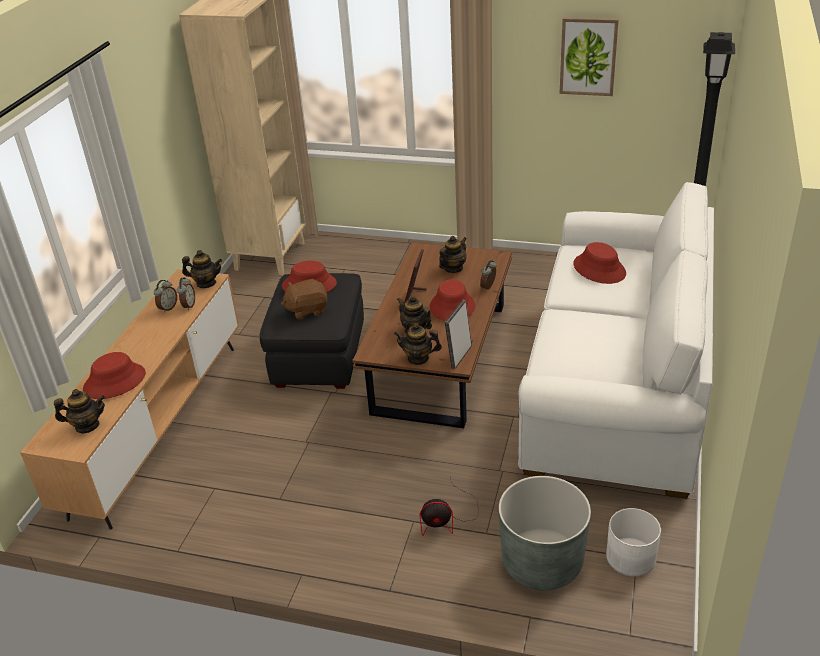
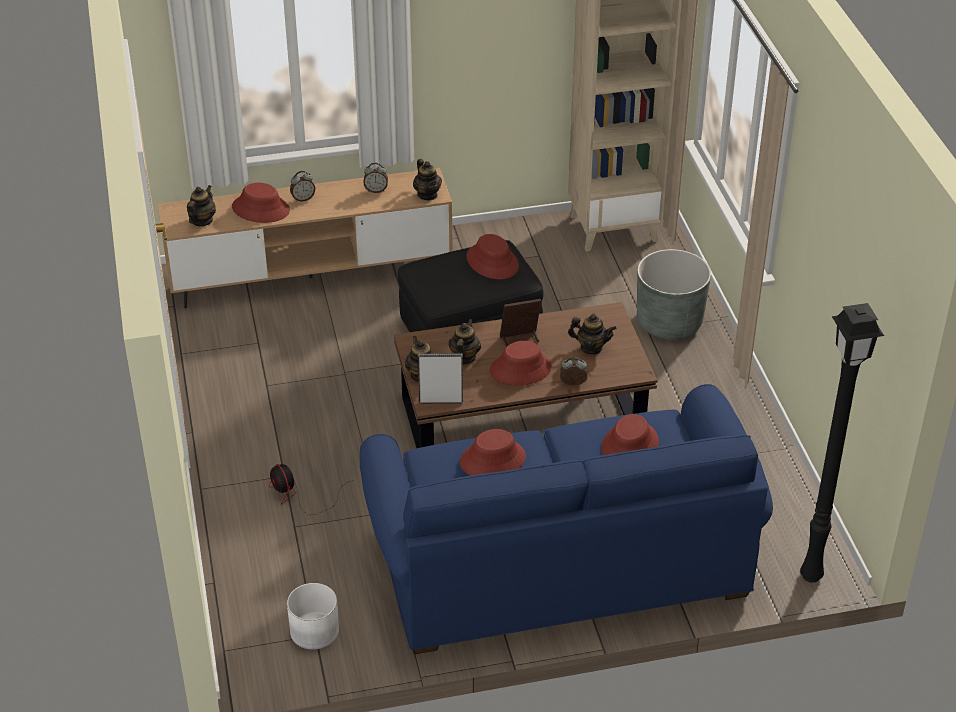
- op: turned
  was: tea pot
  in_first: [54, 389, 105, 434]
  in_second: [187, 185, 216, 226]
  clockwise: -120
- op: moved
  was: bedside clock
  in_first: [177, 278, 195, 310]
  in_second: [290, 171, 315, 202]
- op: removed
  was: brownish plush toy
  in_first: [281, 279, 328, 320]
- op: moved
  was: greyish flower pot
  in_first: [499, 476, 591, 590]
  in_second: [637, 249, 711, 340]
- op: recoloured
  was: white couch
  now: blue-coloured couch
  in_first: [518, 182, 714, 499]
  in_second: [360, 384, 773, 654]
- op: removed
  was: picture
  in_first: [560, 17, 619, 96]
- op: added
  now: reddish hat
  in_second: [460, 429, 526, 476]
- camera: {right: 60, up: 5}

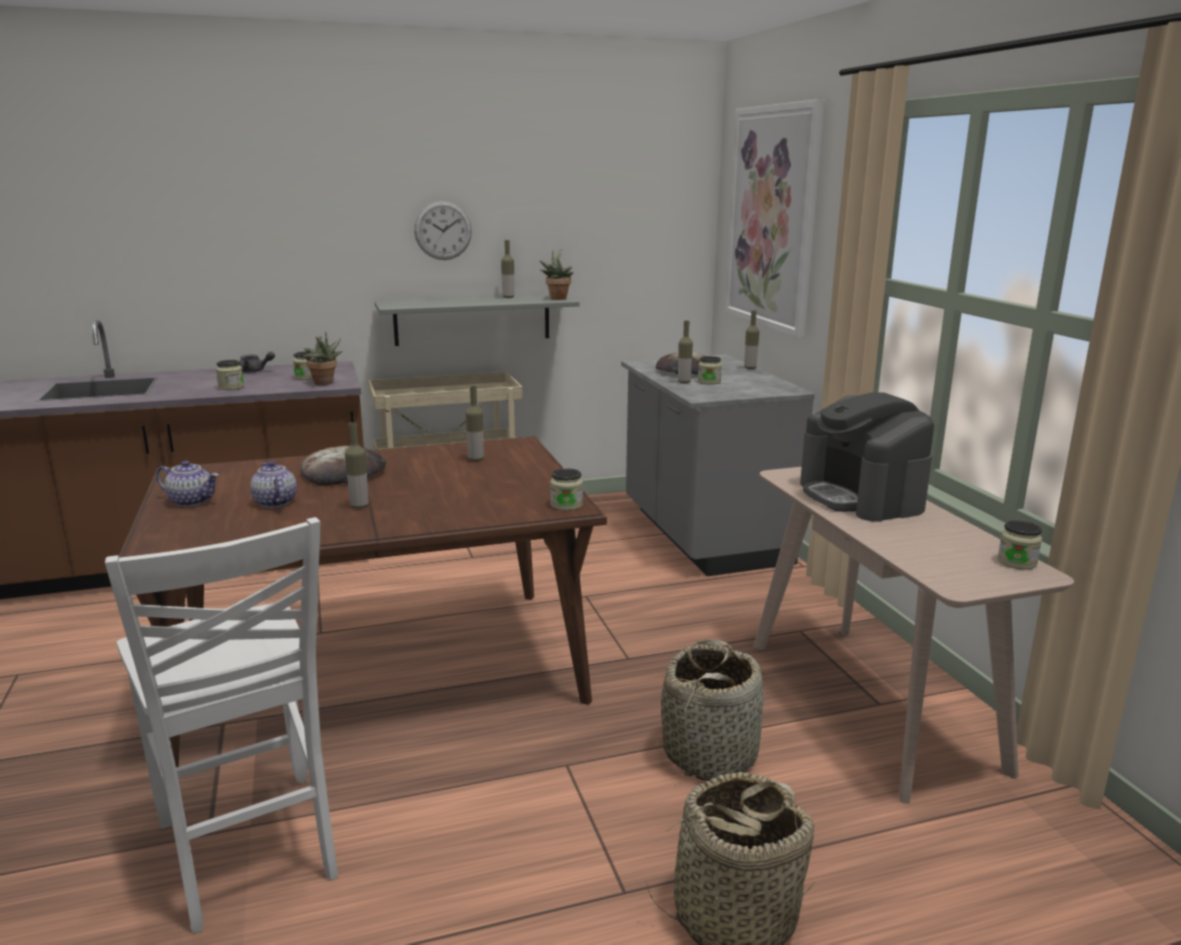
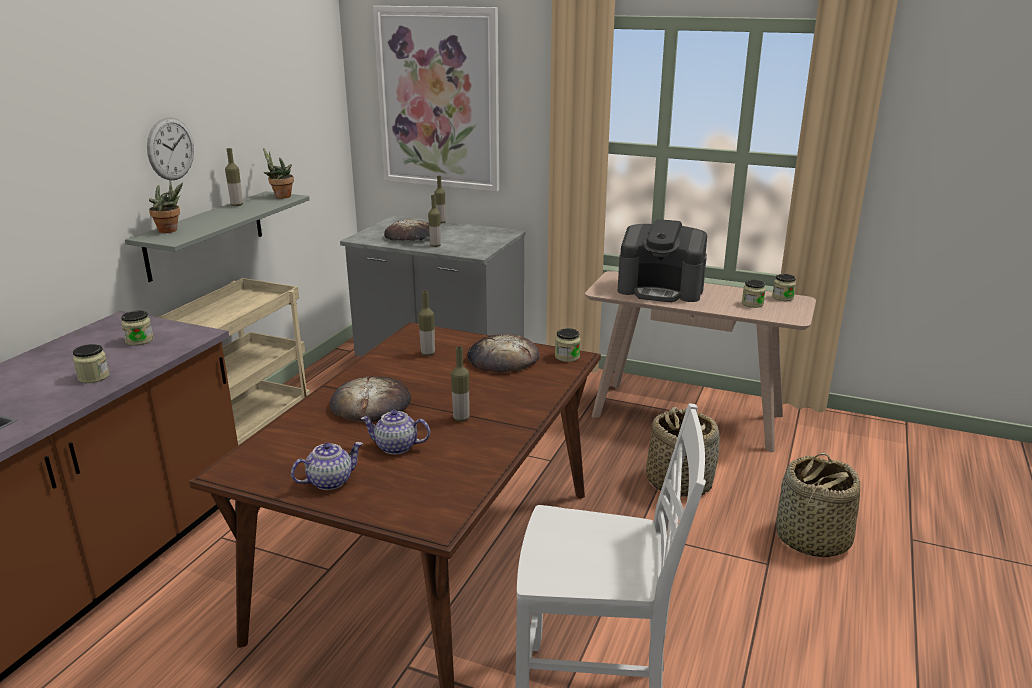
- op: removed
  was: greyish tea pot
  in_first: [239, 352, 275, 373]
- op: moved
  was: plant in a pot
  in_first: [303, 332, 342, 385]
  in_second: [149, 179, 183, 233]
- op: moved
  was: jar
  in_first: [698, 356, 722, 385]
  in_second: [742, 280, 766, 308]
- op: added
  now: baked bread
  in_second: [467, 334, 540, 373]
- camera: {right: -50, up: 5}

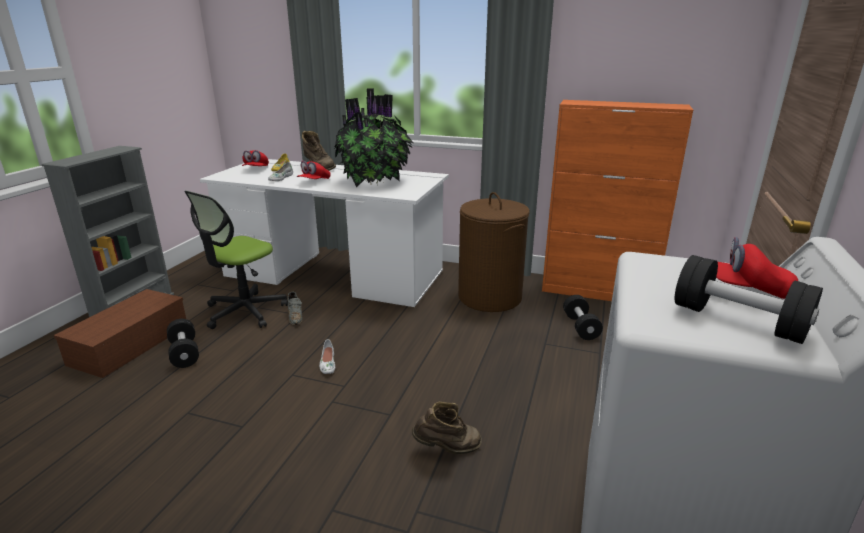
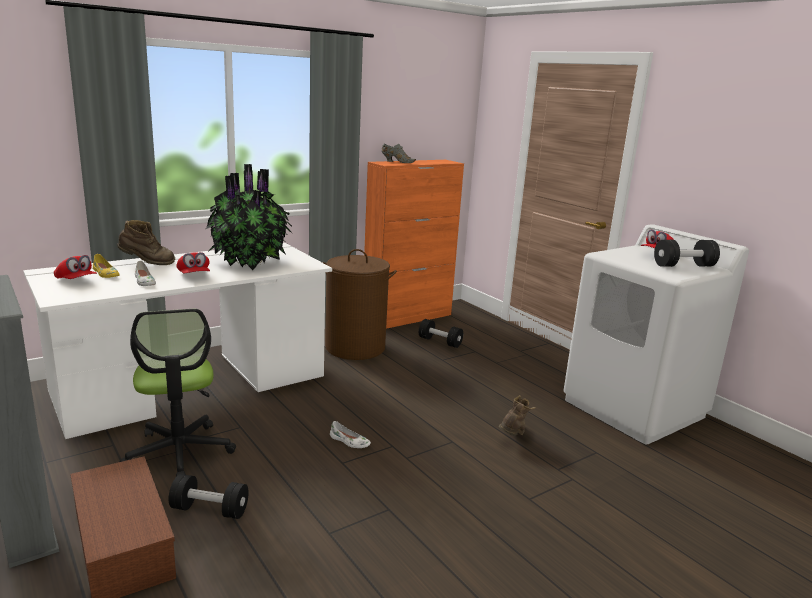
- op: moved
  was: greyish low shoe
  in_first: [288, 292, 303, 325]
  in_second: [382, 144, 416, 163]
- camera: {right: -55, up: -5}

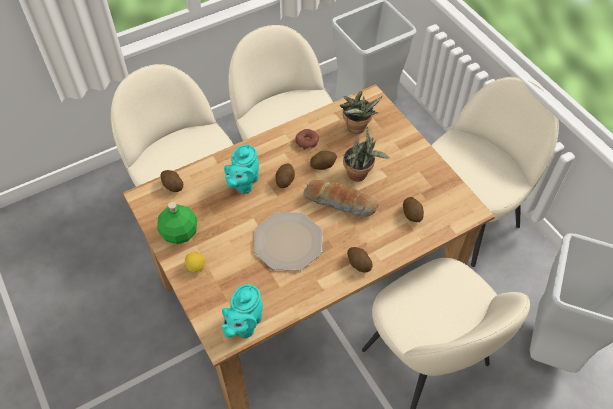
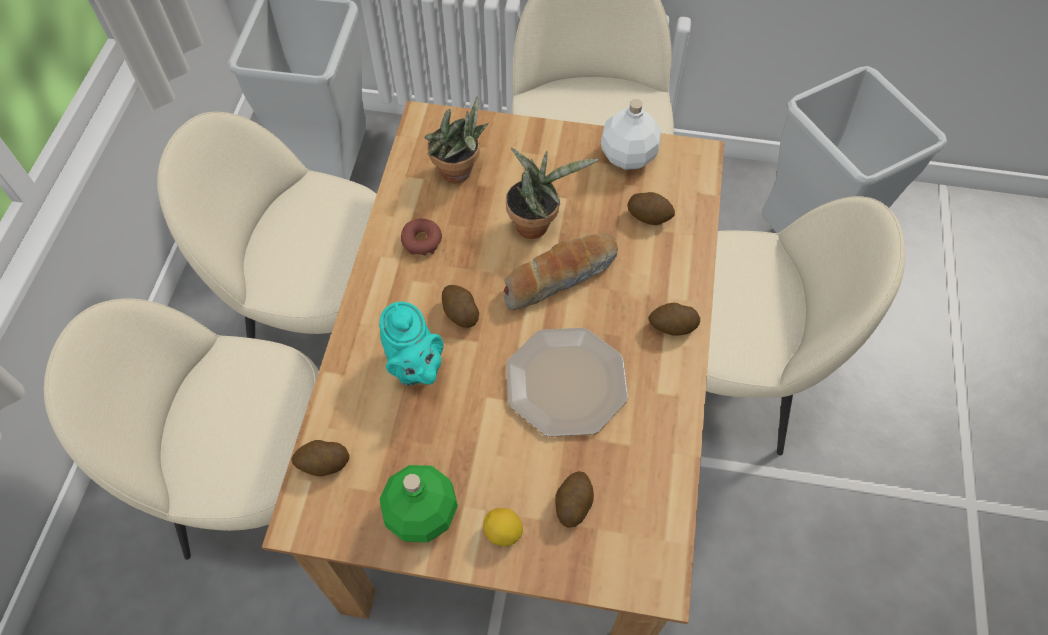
- op: removed
  was: turquoise tea pot
  in_first: [222, 284, 263, 338]
- op: moved
  was: spud
  in_first: [310, 151, 337, 170]
  in_second: [555, 471, 594, 528]
- op: added
  now: white bottle
  in_second: [600, 99, 661, 170]
- camera: {right: -50, up: 5}

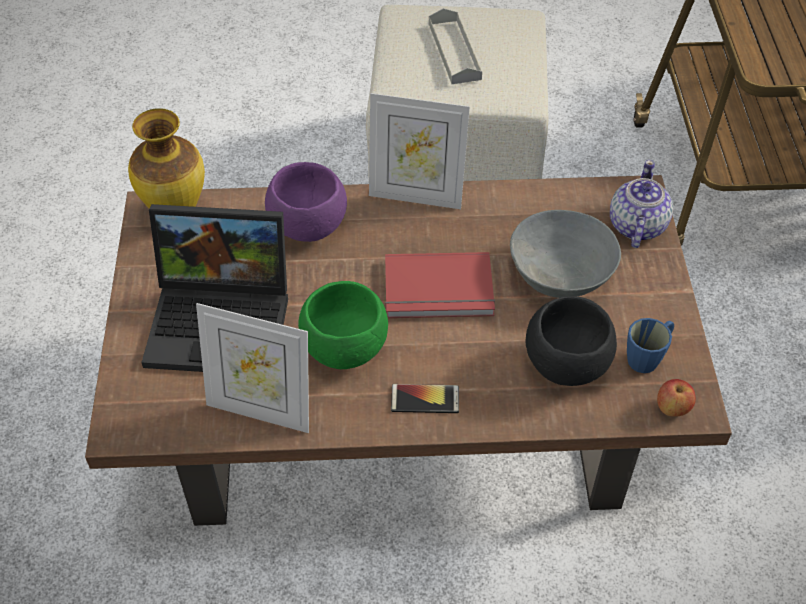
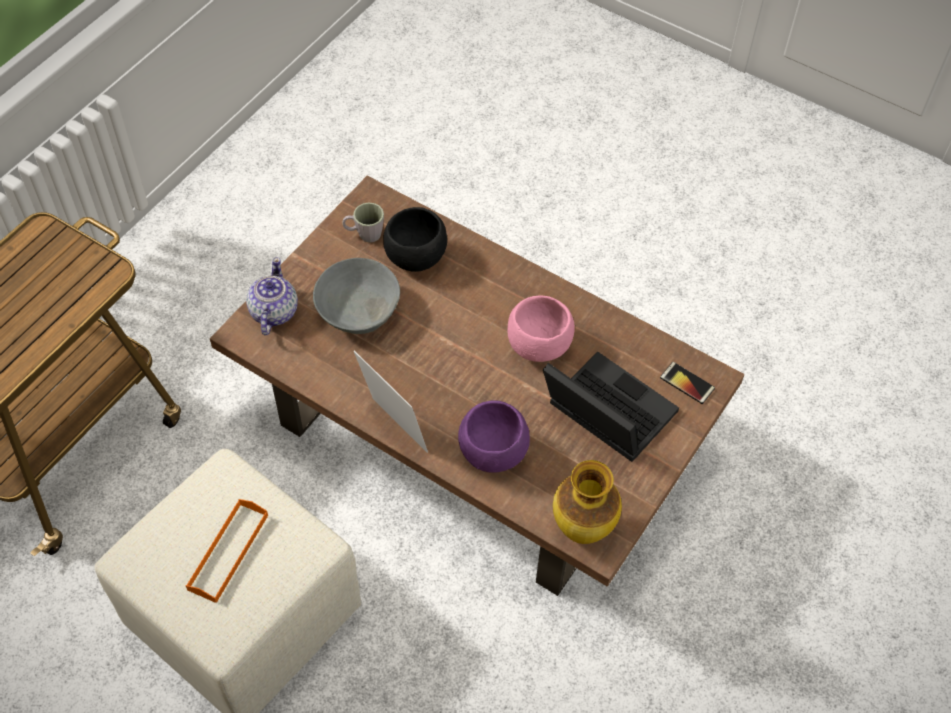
- op: removed
  was: photo frame
  in_first: [196, 303, 309, 433]
- op: recoloured
  was: green bowl
  now: pink-coloured bowl
  in_first: [298, 281, 388, 369]
  in_second: [507, 296, 575, 362]
- op: removed
  was: reddish bound book
  in_first: [385, 252, 495, 318]
- op: moved
  was: handset
  in_first: [391, 384, 459, 413]
  in_second: [660, 362, 715, 404]
- op: recoloured
  was: greyish tray
  now: orange-coloured tray
  in_first: [429, 8, 482, 84]
  in_second: [186, 499, 268, 603]
- op: turned
  was: tea pot
  in_first: [610, 160, 673, 248]
  in_second: [246, 257, 298, 335]
  clockwise: 135
- op: recoloured
  was: blue-coloured mug
  now: greyish mug
  in_first: [627, 318, 674, 373]
  in_second: [342, 202, 384, 243]
- op: removed
  was: apple
  in_first: [657, 379, 696, 417]
- camera: {right: -145, up: 5}

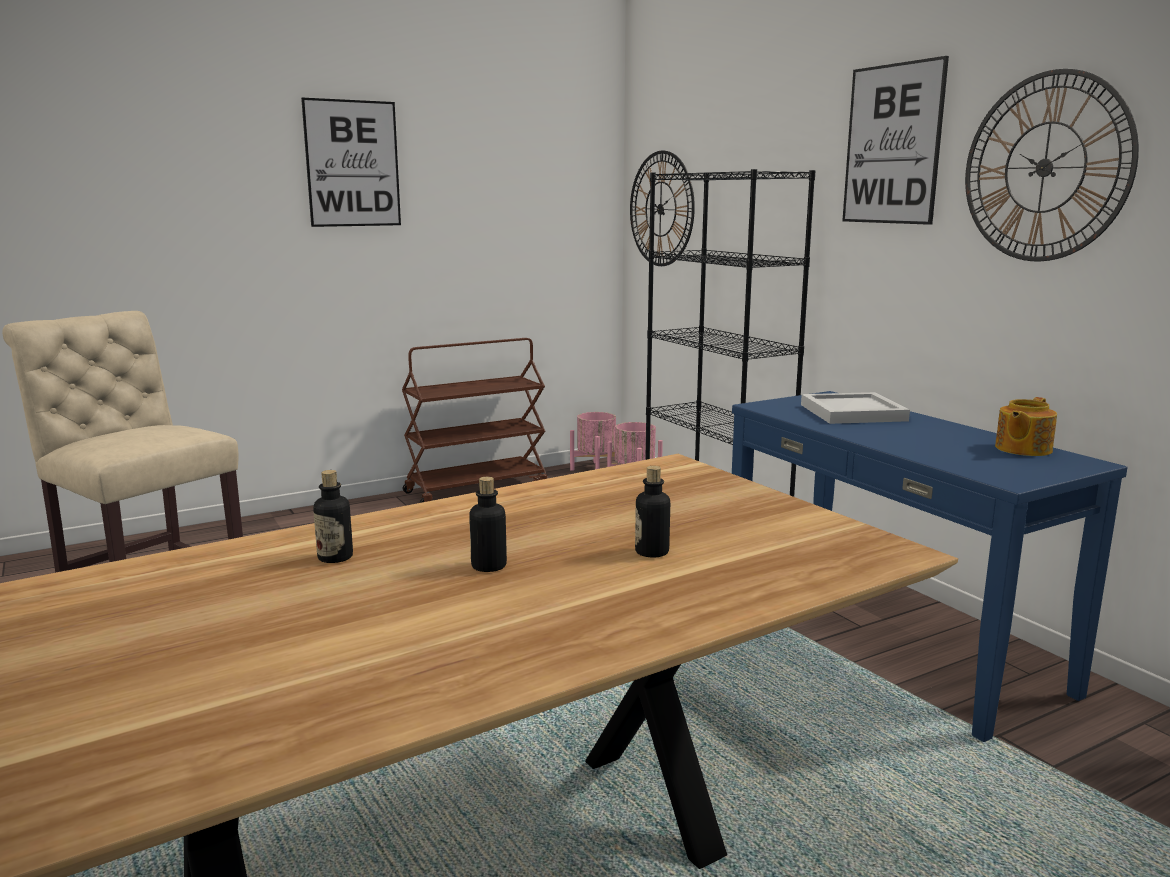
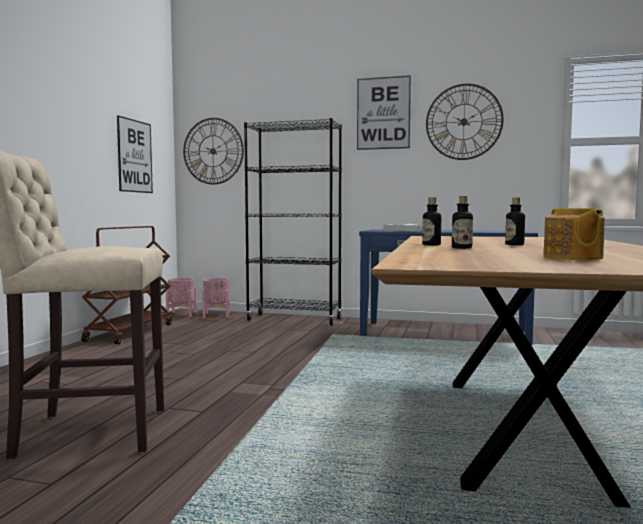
- op: moved
  was: picture
  in_first: [301, 98, 401, 227]
  in_second: [117, 115, 153, 193]
- op: moved
  was: bottle
  in_first: [635, 466, 670, 557]
  in_second: [422, 197, 441, 246]
- op: moved
  was: tea pot
  in_first: [995, 397, 1057, 456]
  in_second: [543, 208, 605, 260]
- camera: {right: -45, up: -10}

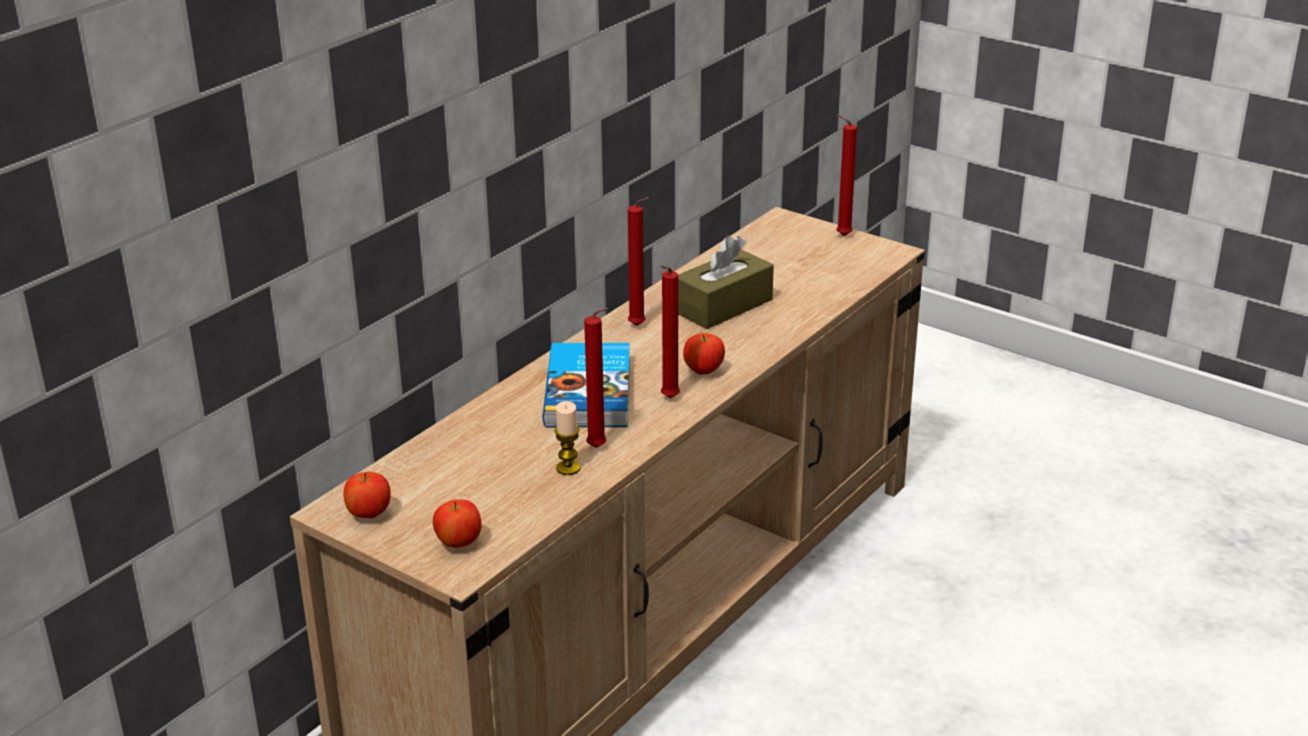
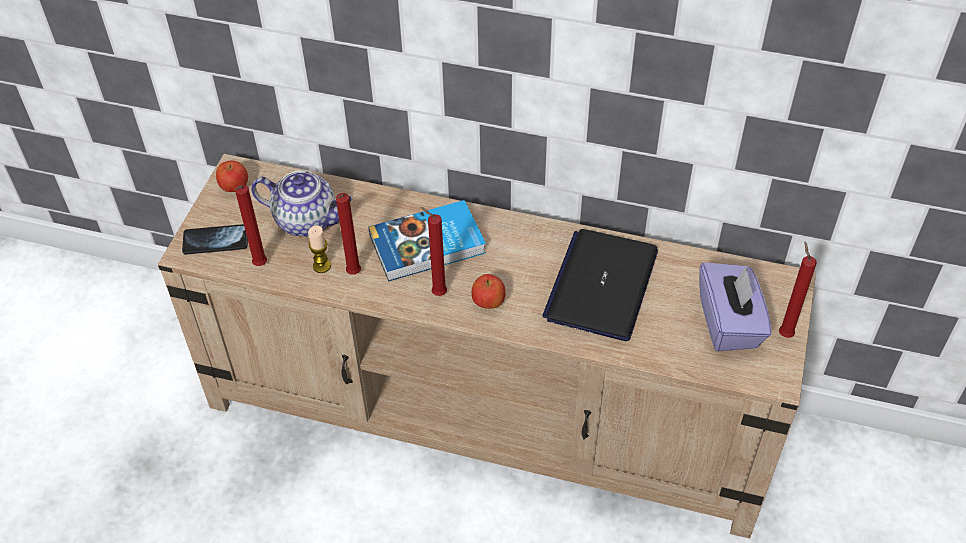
- op: replaced
  was: apple
  now: handset
  in_first: [433, 499, 481, 548]
  in_second: [182, 224, 248, 254]
- op: moved
  was: reddish wax light
  in_first: [628, 197, 649, 326]
  in_second: [235, 184, 267, 266]
- op: replaced
  was: brownish tissue holder
  now: notebook computer
  in_first: [678, 236, 774, 329]
  in_second: [542, 229, 658, 341]
- op: added
  now: tea pot
  in_second: [251, 171, 352, 237]
- op: added
  now: purple tissue holder
  in_second: [699, 262, 772, 352]
- camera: {right: 70, up: 20}

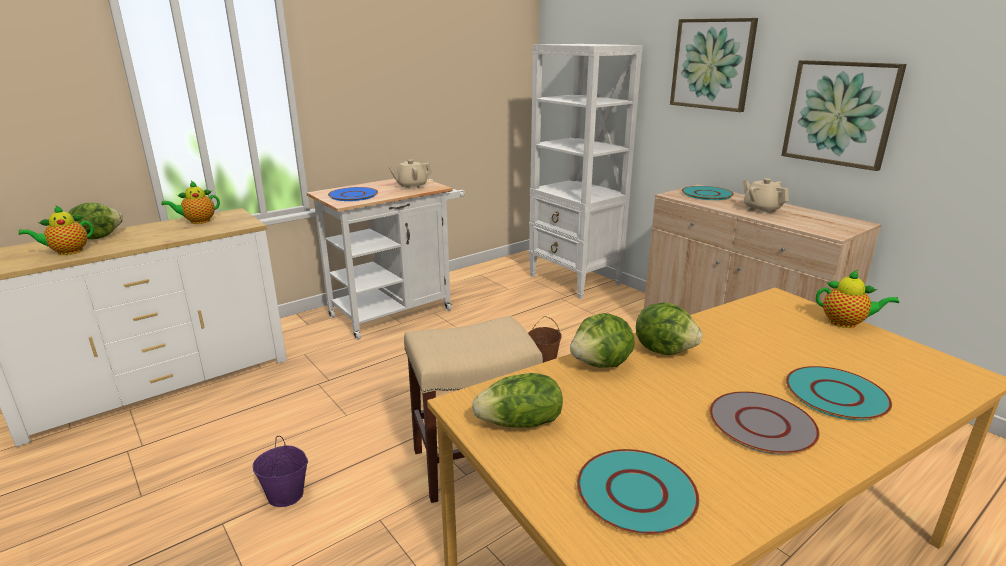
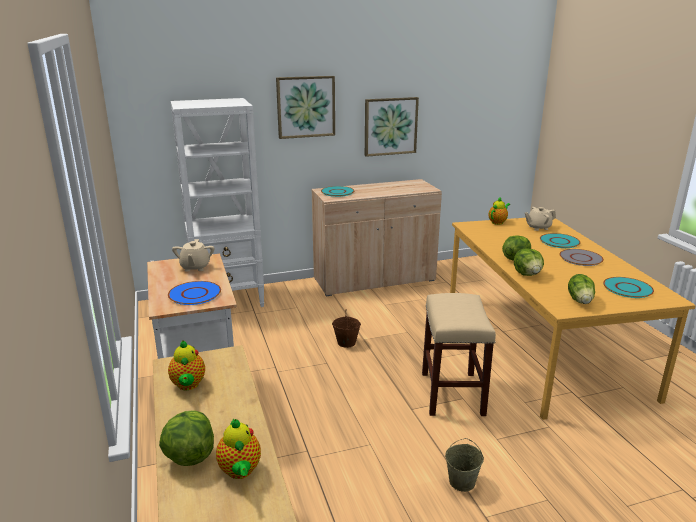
- op: recoloured
  was: purple bucket
  now: beige bucket
  in_first: [253, 436, 308, 507]
  in_second: [445, 438, 484, 492]
- op: moved
  was: beige tea pot
  in_first: [743, 178, 789, 214]
  in_second: [525, 207, 556, 231]
- camera: {right: -70, up: 0}

